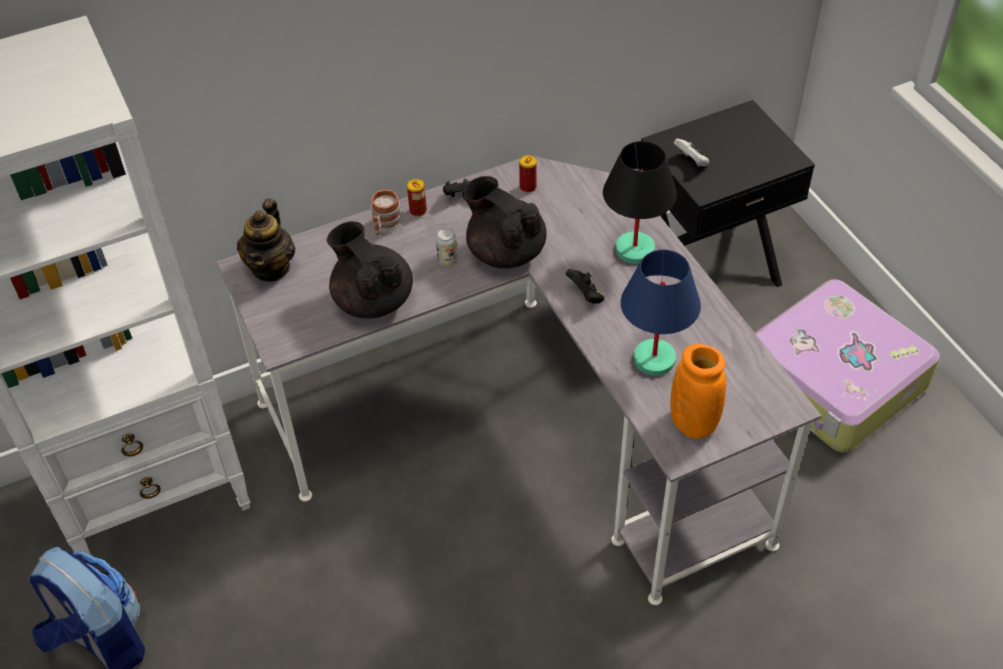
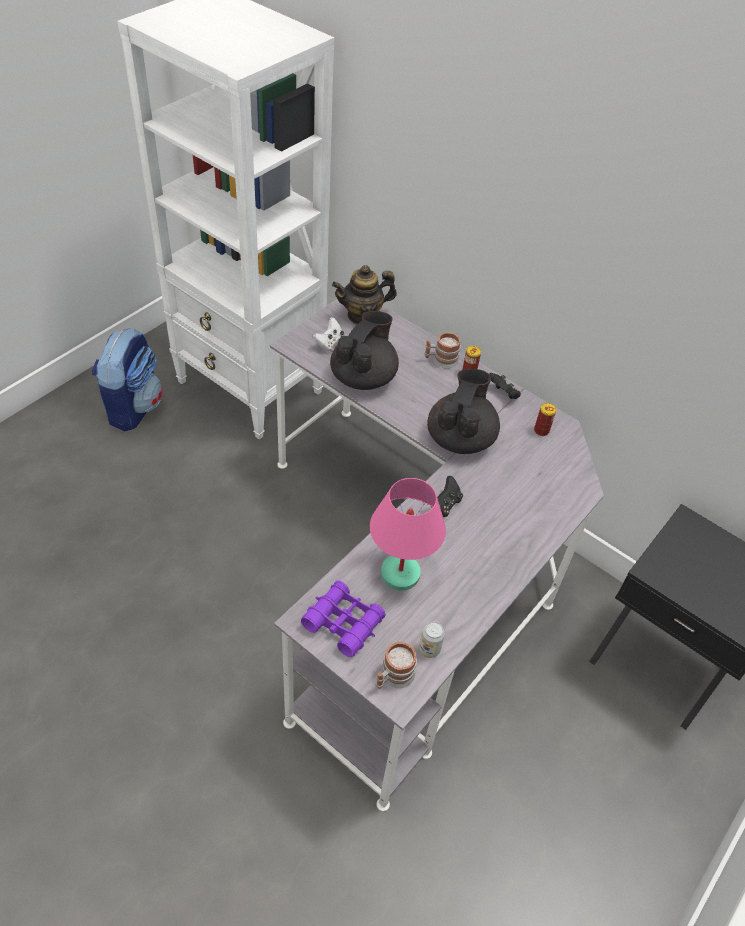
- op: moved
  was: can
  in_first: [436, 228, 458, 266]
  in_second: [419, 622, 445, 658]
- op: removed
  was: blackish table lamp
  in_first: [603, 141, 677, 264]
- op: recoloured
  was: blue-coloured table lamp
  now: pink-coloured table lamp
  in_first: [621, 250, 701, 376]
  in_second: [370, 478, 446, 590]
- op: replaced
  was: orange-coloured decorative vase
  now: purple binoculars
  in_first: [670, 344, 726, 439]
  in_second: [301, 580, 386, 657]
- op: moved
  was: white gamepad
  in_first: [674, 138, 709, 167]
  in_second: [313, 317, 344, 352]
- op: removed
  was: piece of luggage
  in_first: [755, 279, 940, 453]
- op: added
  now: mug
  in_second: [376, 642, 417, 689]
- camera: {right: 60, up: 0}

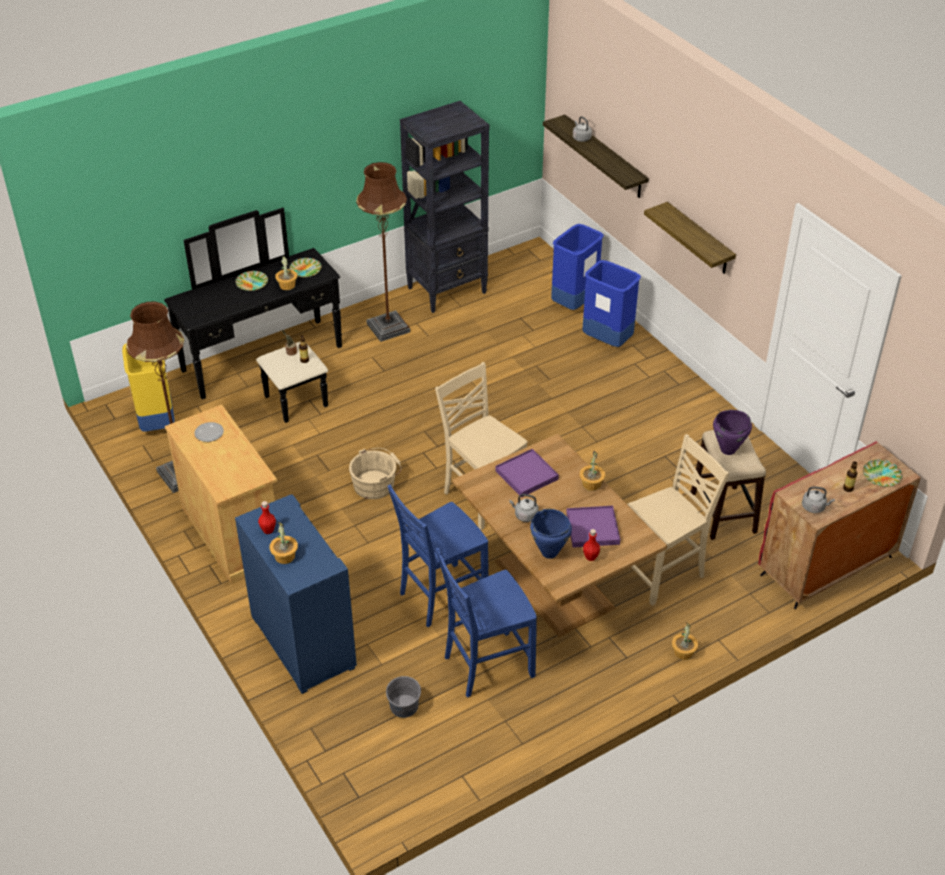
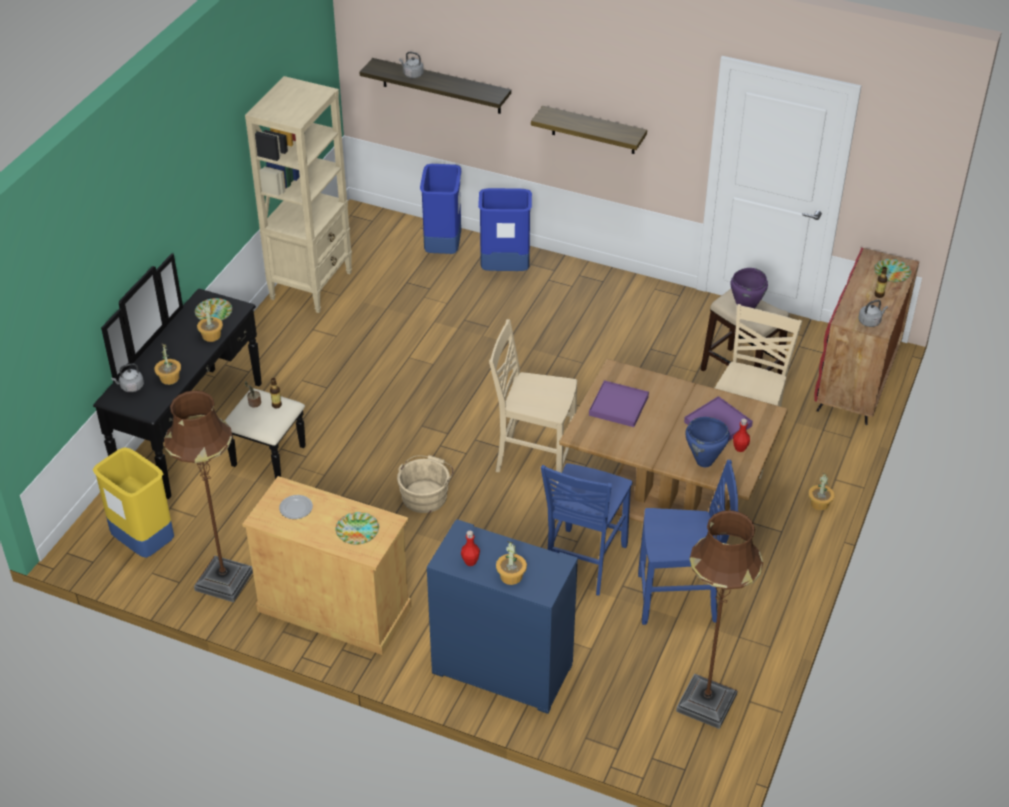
- op: moved
  was: plate
  in_first: [235, 271, 268, 291]
  in_second: [335, 512, 379, 545]
- op: moved
  was: brownish floor lamp
  in_first: [356, 162, 410, 342]
  in_second: [676, 510, 763, 729]
- op: removed
  was: greyish bucket
  in_first: [386, 676, 421, 718]
- op: recoloured
  was: blackish bookcase
  now: beige bookcase
  in_first: [400, 101, 489, 313]
  in_second: [245, 76, 352, 313]
- op: turned
  was: blue-coloured upright chair
  in_first: [436, 548, 537, 697]
  in_second: [638, 460, 739, 625]
  clockwise: -120
- op: moved
  was: greyish tea kettle
  in_first: [509, 494, 539, 522]
  in_second: [111, 363, 144, 392]
- op: moved
  was: plant in a pot
  in_first: [580, 451, 605, 491]
  in_second: [155, 343, 181, 385]
- camera: {right: -35, up: 0}

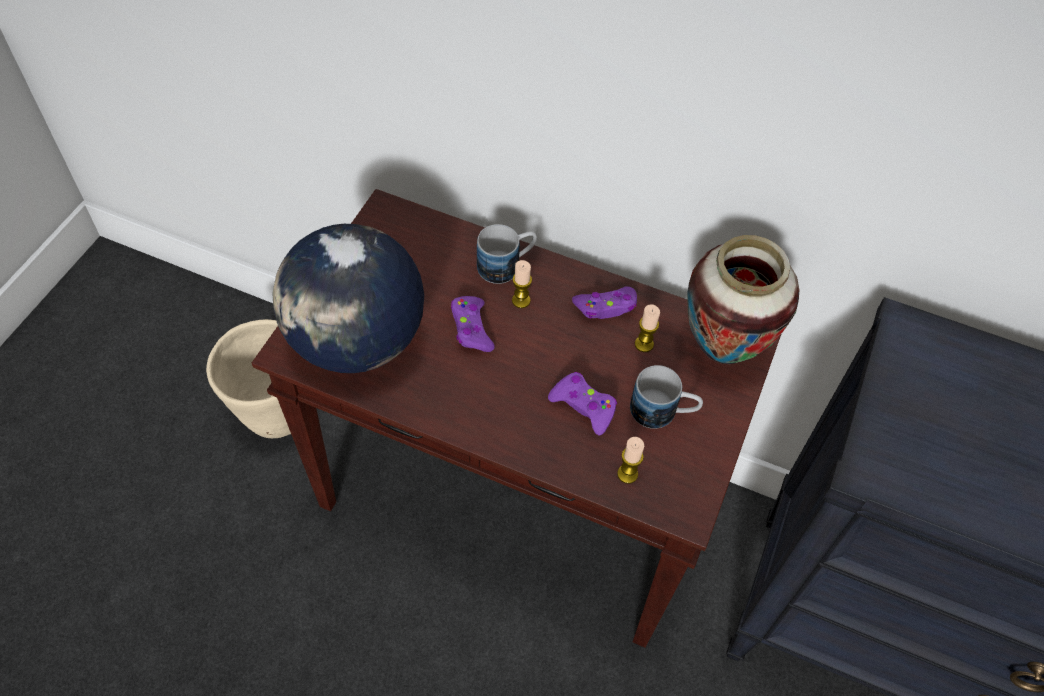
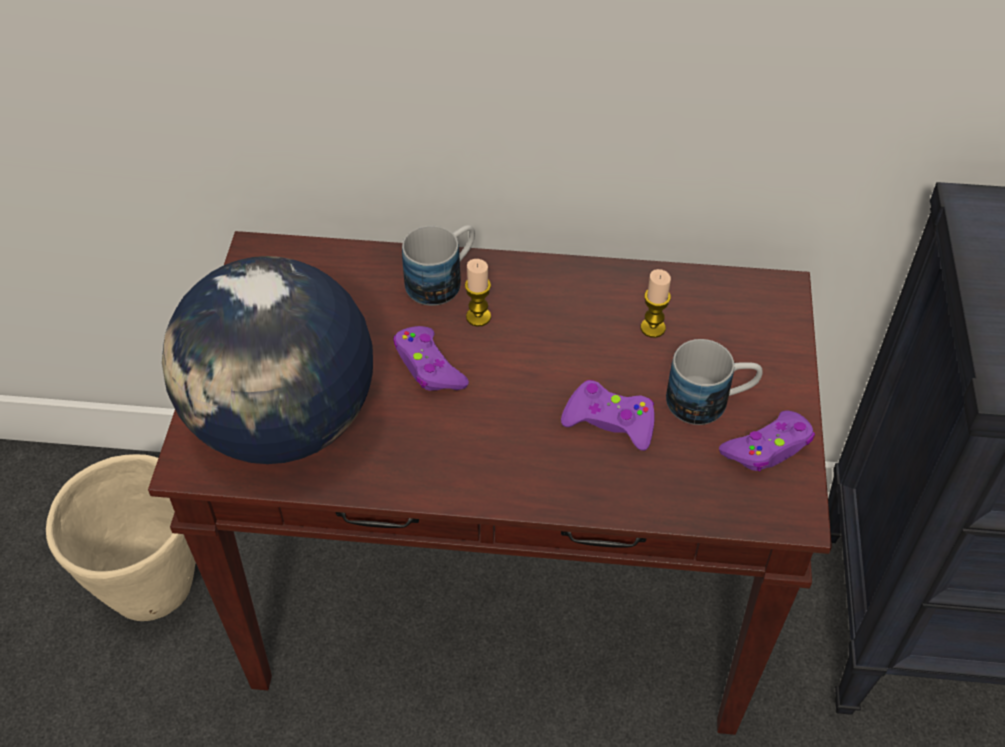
- op: moved
  was: purple gamepad
  in_first: [572, 287, 637, 319]
  in_second: [719, 410, 815, 471]
- op: removed
  was: wax light
  in_first: [617, 437, 644, 484]
- op: removed
  was: decorative vase
  in_first: [688, 235, 799, 364]
- camera: {right: -15, up: -5}

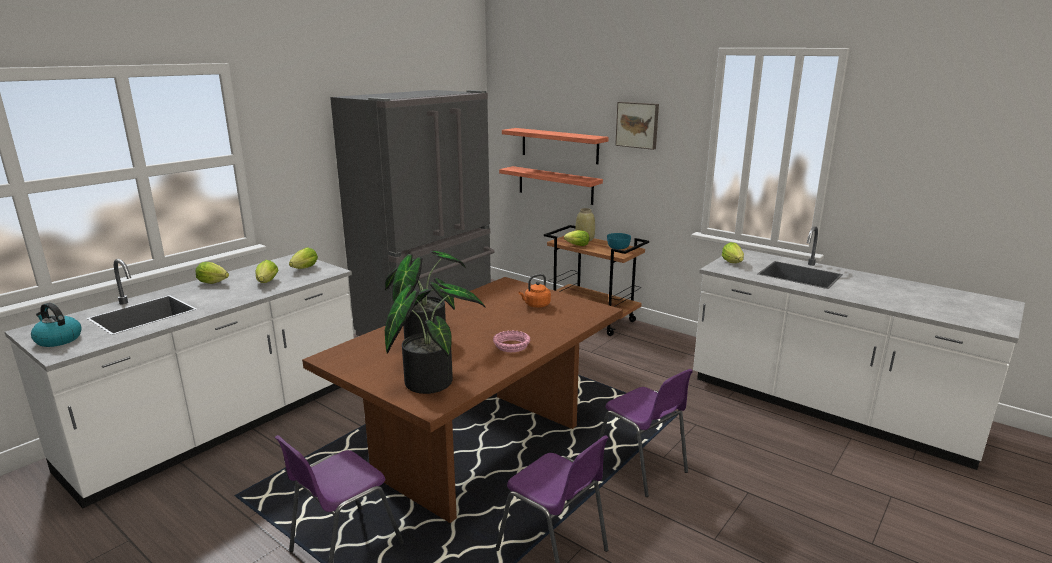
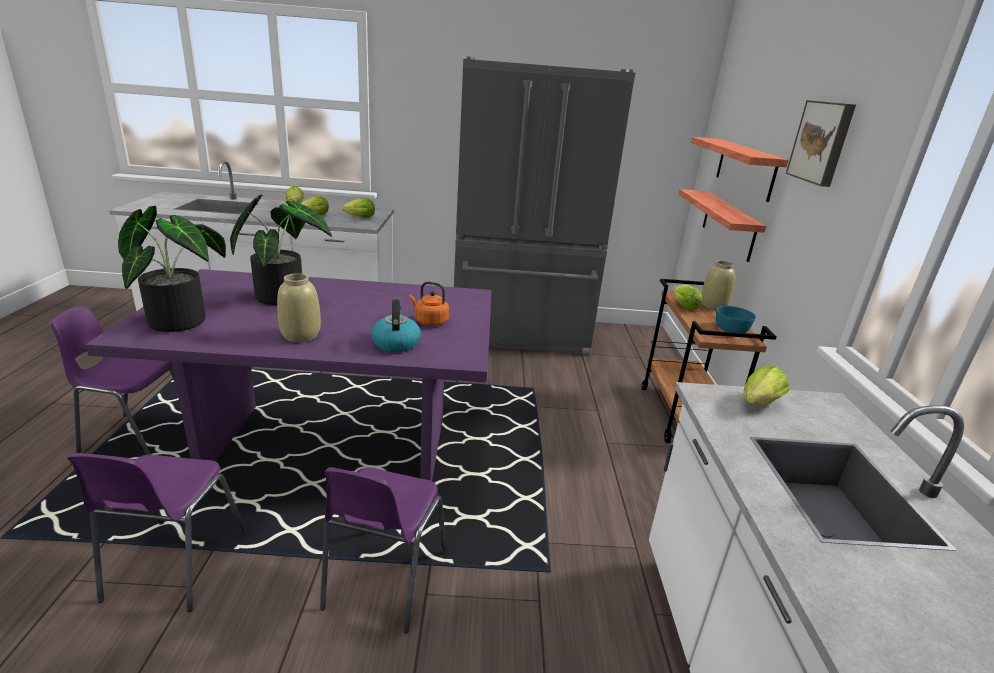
- op: moved
  was: tea kettle
  in_first: [31, 303, 82, 347]
  in_second: [371, 299, 421, 352]
- op: recoloured
  was: brownish kitchen table
  now: purple kitchen table
  in_first: [302, 277, 623, 523]
  in_second: [85, 269, 492, 481]
- op: replaced
  was: pink-coloured bowl
  now: beige decorative vase
  in_first: [493, 330, 530, 352]
  in_second: [277, 273, 321, 342]
- camera: {right: 50, up: 5}

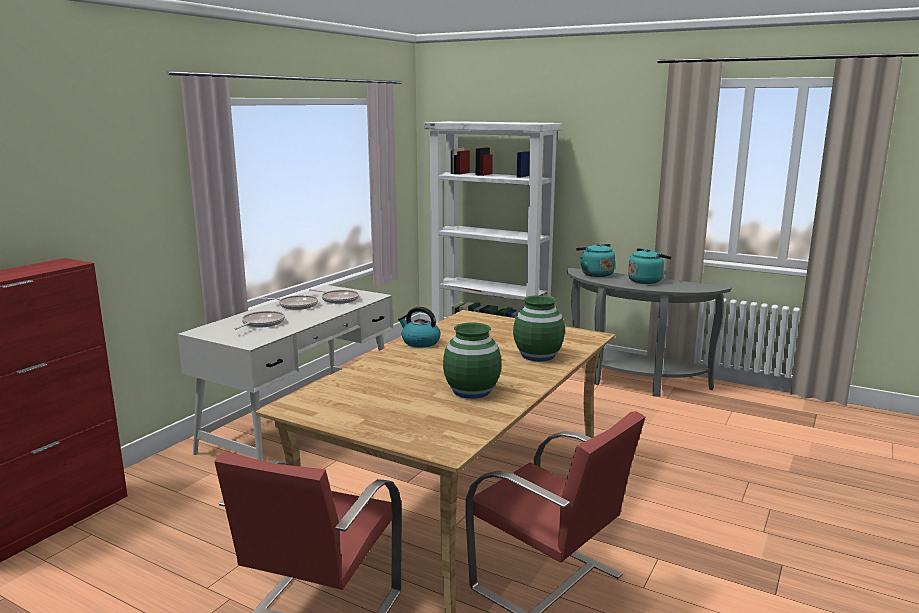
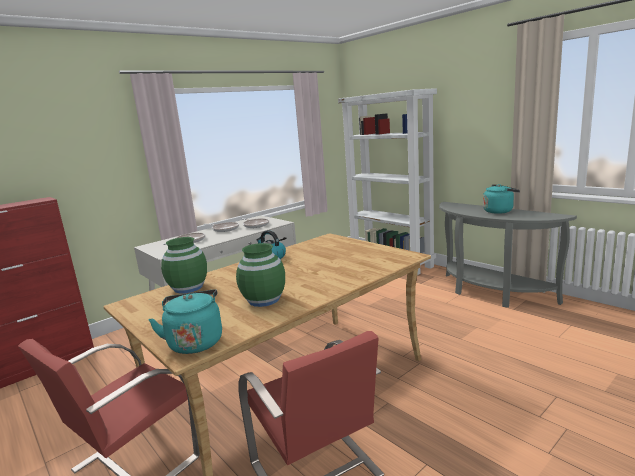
- op: moved
  was: green decorative vase
  in_first: [513, 295, 565, 362]
  in_second: [161, 237, 207, 294]
- op: moved
  was: turquoise tea kettle
  in_first: [576, 243, 615, 277]
  in_second: [148, 289, 222, 354]
- camera: {right: 20, up: 0}

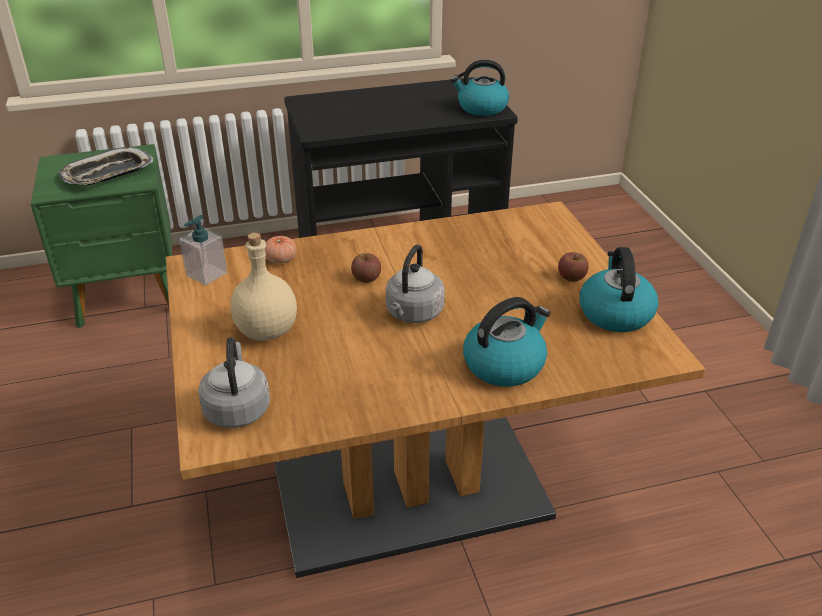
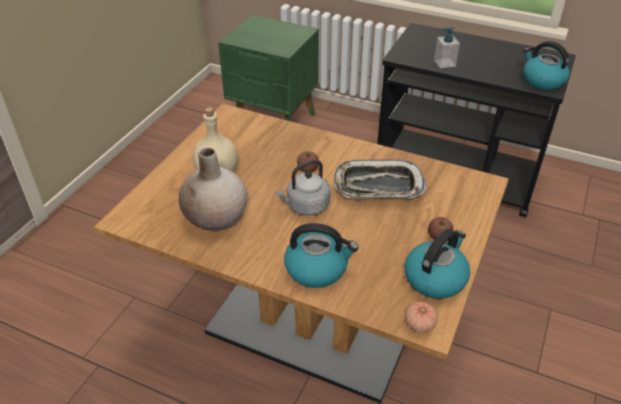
- op: moved
  was: tray
  in_first: [59, 147, 154, 185]
  in_second: [333, 159, 427, 199]
- op: moved
  was: soap dispenser
  in_first: [179, 215, 227, 286]
  in_second: [434, 27, 460, 68]
- op: removed
  was: greyish tea kettle
  in_first: [198, 337, 270, 428]
- op: moved
  was: tomato
  in_first: [265, 236, 297, 264]
  in_second: [405, 301, 438, 332]
- op: added
  now: beige decorative vase
  in_second: [179, 148, 247, 231]
- camera: {right: 40, up: 5}

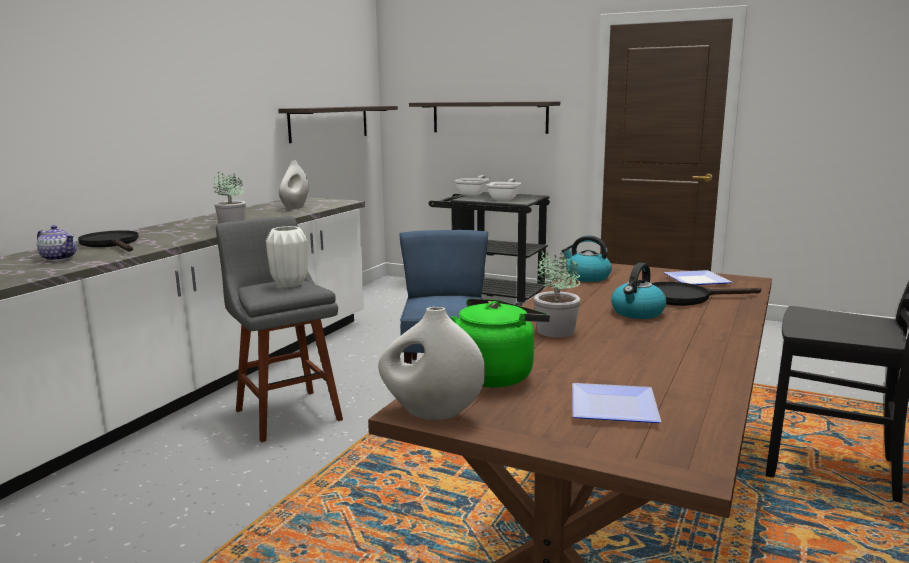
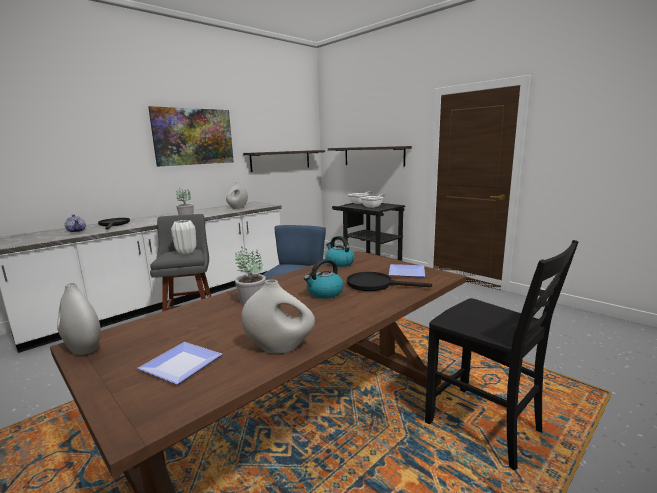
- op: removed
  was: green tea kettle
  in_first: [451, 299, 550, 387]
- op: added
  now: picture
  in_second: [148, 106, 234, 166]
- op: added
  now: white decorative vase
  in_second: [241, 280, 315, 354]
- camera: {right: 20, up: 0}

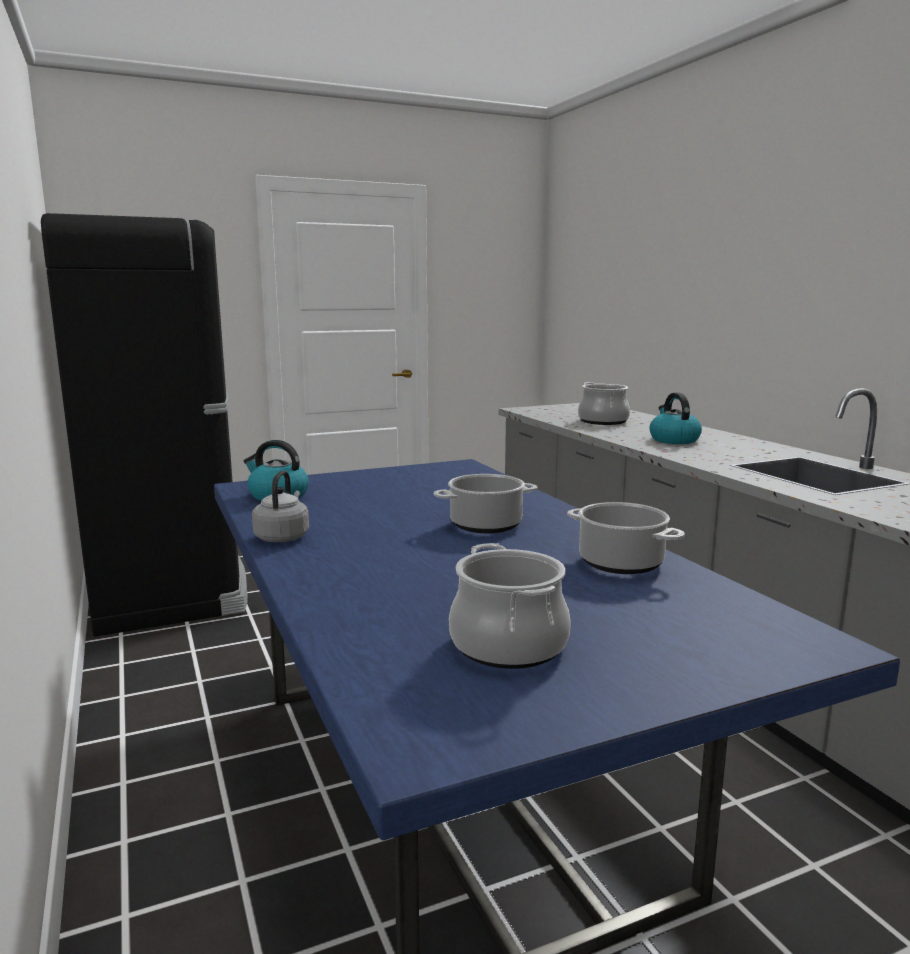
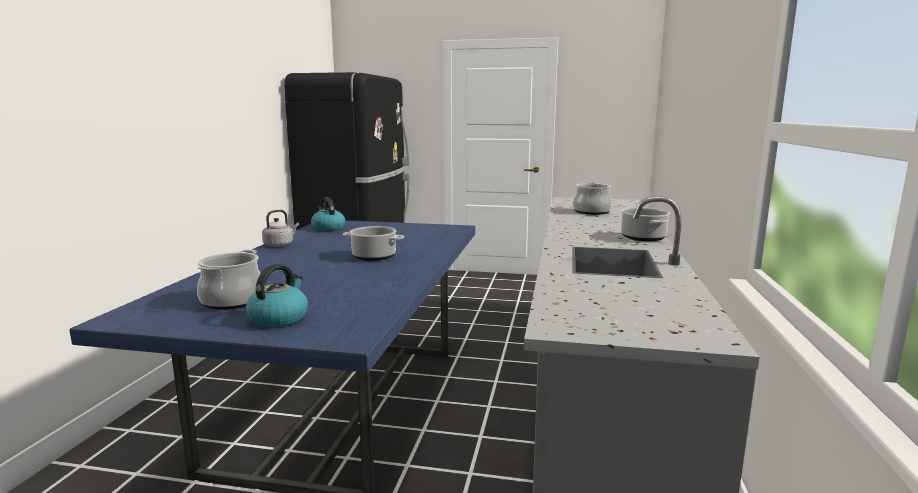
- op: moved
  was: stockpot
  in_first: [567, 502, 685, 574]
  in_second: [621, 208, 670, 241]
- op: moved
  was: tea kettle
  in_first: [649, 393, 702, 444]
  in_second: [246, 264, 308, 328]
- camera: {right: 35, up: 0}

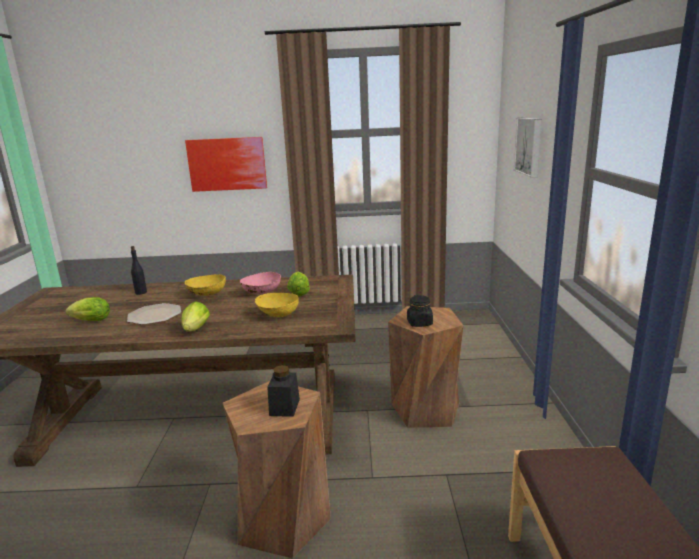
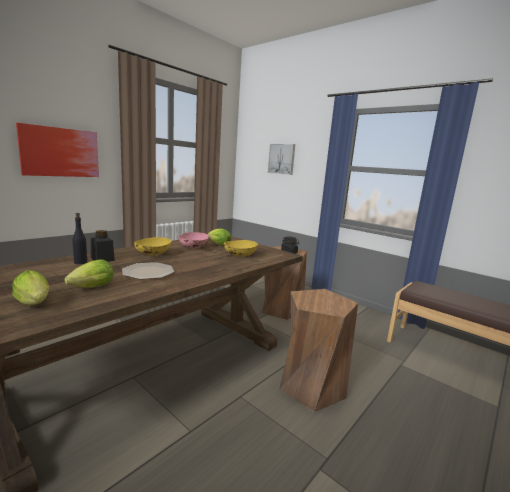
- op: moved
  was: lettuce
  in_first: [181, 301, 210, 331]
  in_second: [12, 270, 49, 305]
- op: moved
  was: blackish jar
  in_first: [267, 365, 300, 417]
  in_second: [91, 230, 115, 262]
- camera: {right: -50, up: -5}

